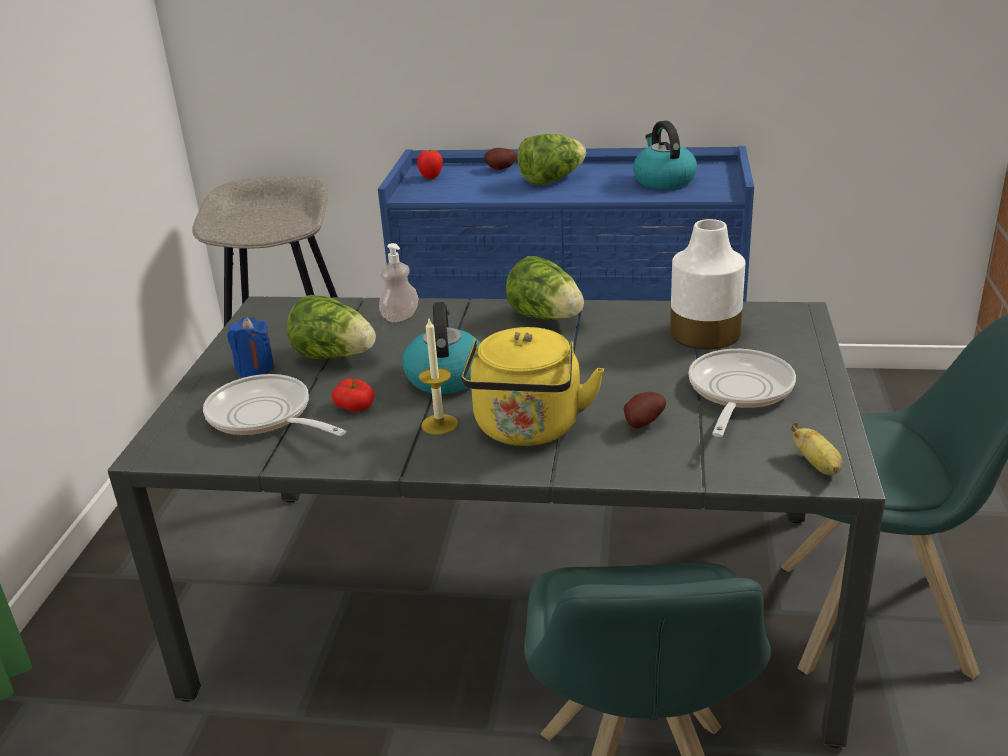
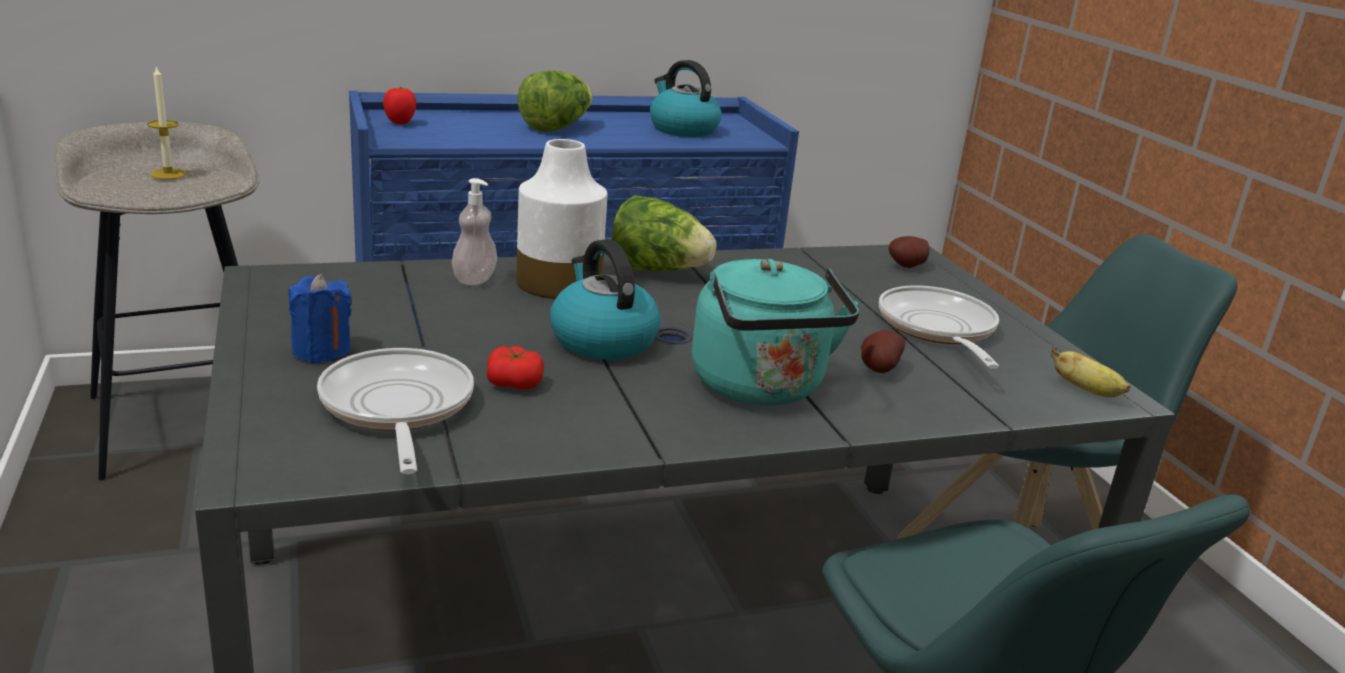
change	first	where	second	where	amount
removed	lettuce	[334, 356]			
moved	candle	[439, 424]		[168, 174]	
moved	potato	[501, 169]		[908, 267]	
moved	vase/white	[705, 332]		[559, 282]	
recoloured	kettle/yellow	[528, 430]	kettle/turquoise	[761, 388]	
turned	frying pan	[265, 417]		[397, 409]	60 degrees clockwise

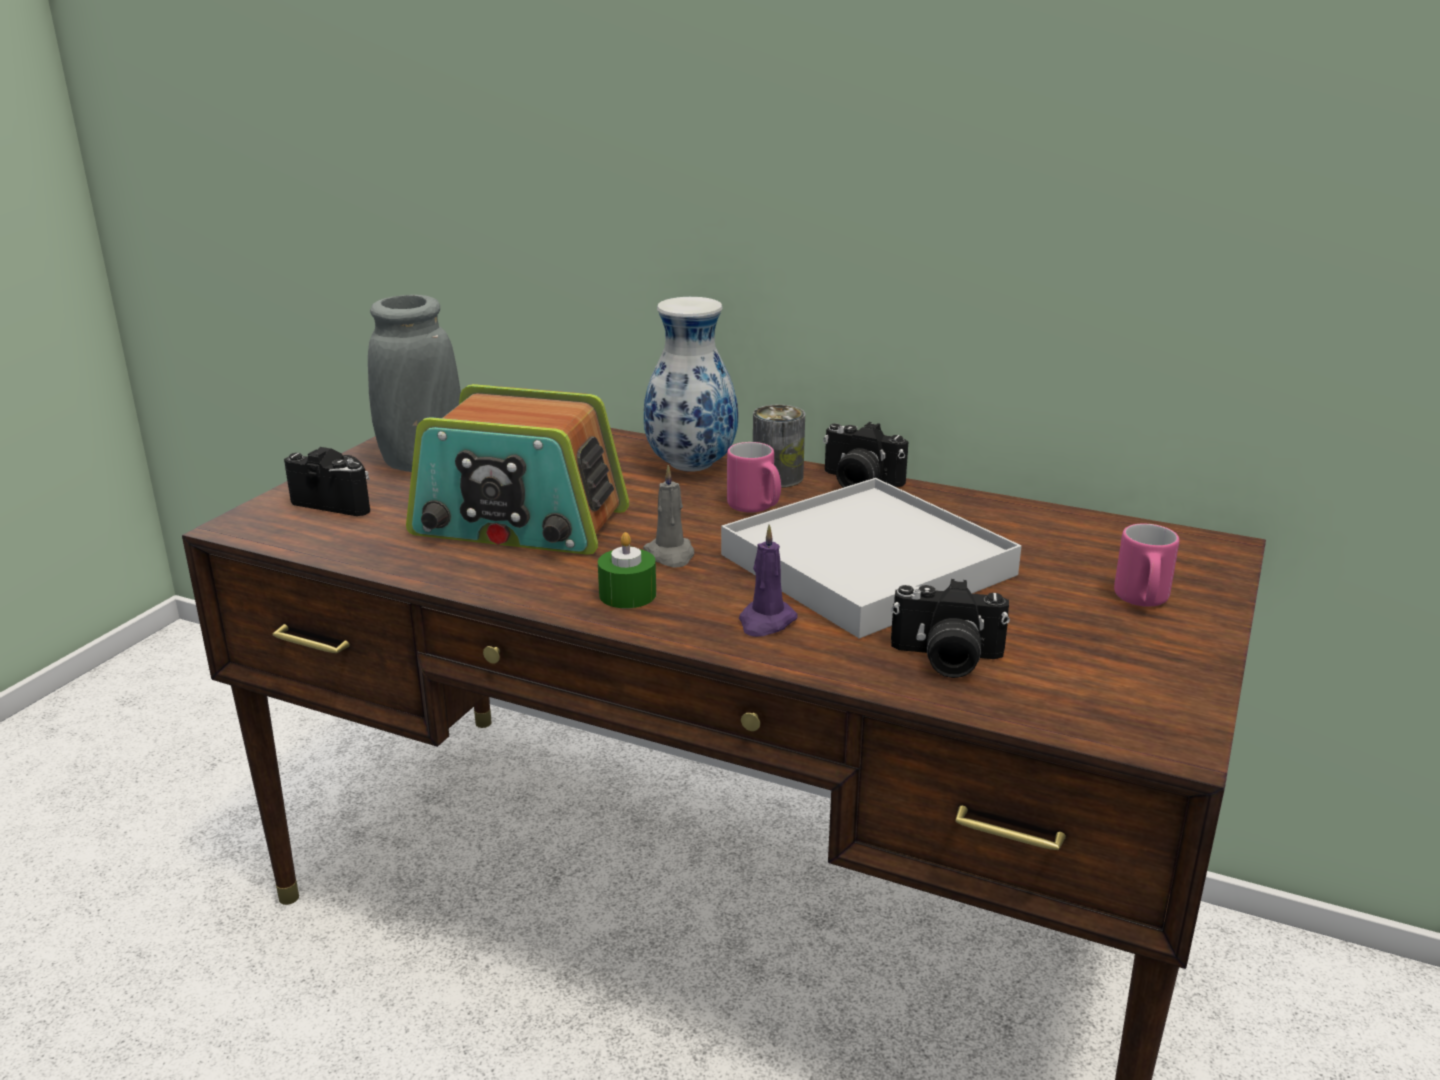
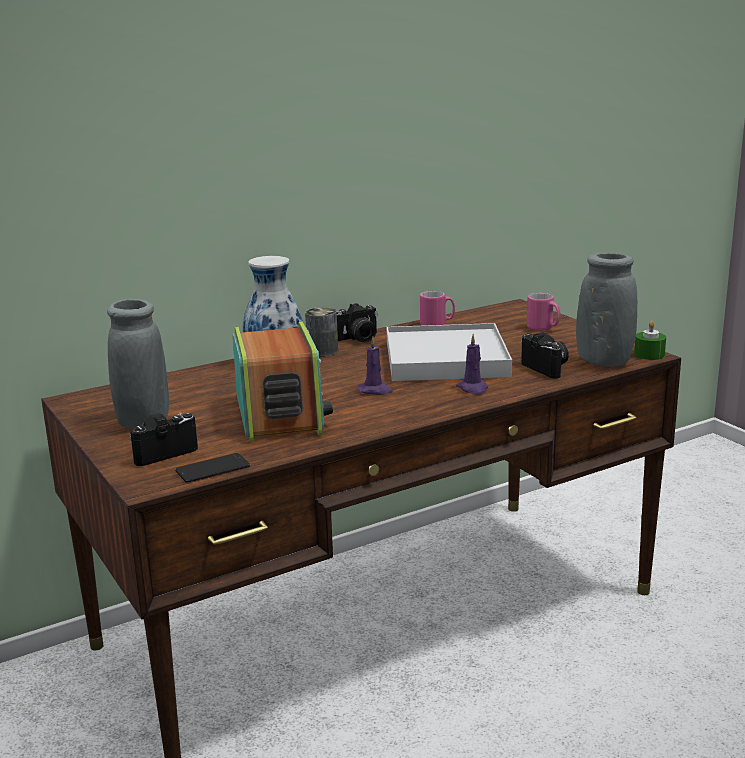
change	first	where	second	where	amount
added			phone	[213, 469]	
added			vase/grey	[604, 362]	
moved	candle/green	[627, 594]		[649, 354]	
moved	mug/pink	[756, 508]		[437, 325]	
recoloured	candle/grey	[670, 555]	candle/purple	[375, 390]	
turned	radio	[519, 523]		[280, 414]	60 degrees counterclockwise
turned	photo camera	[946, 659]		[548, 368]	75 degrees counterclockwise

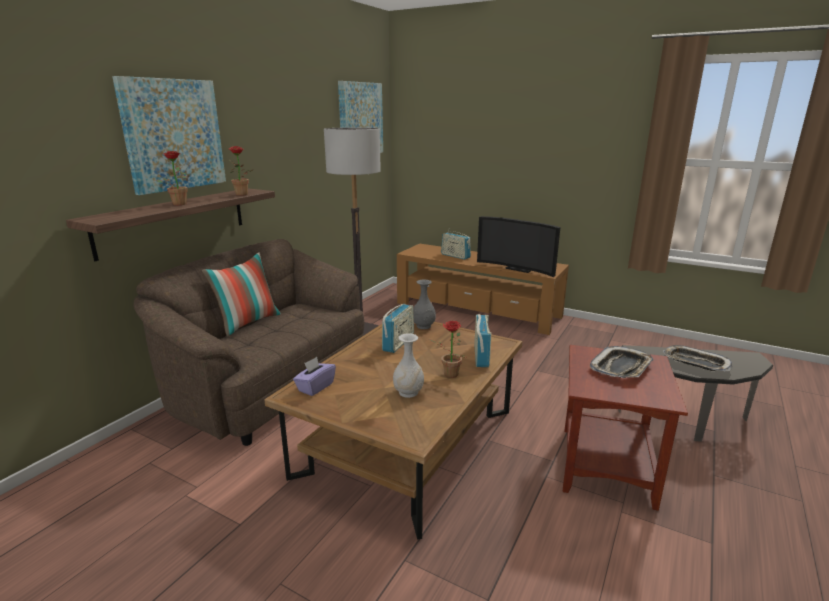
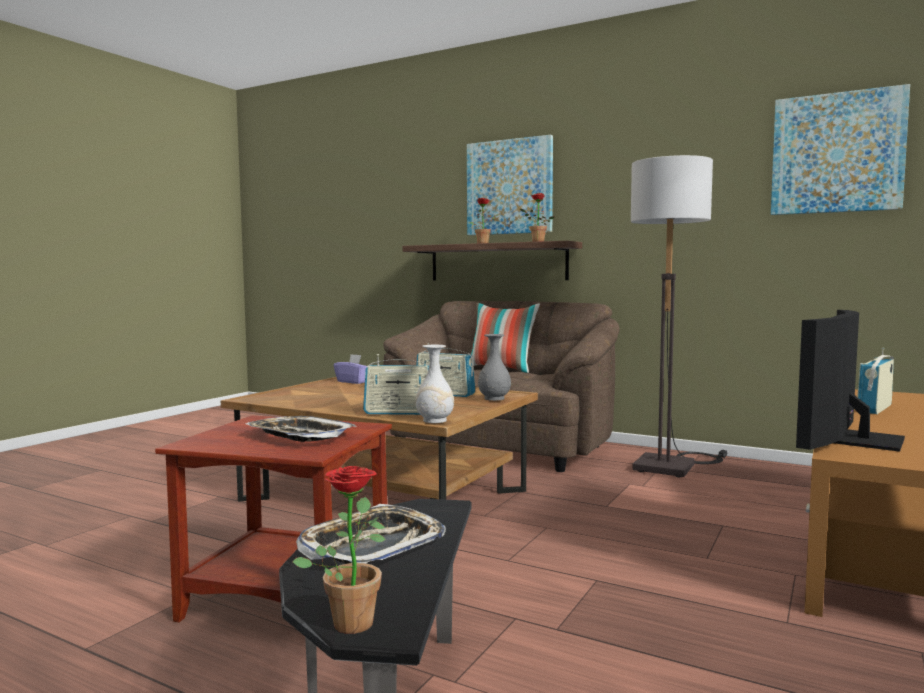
change	first	where	second	where	amount
moved	vase/white	[409, 392]		[434, 420]	
moved	potted plant	[448, 374]		[352, 619]	

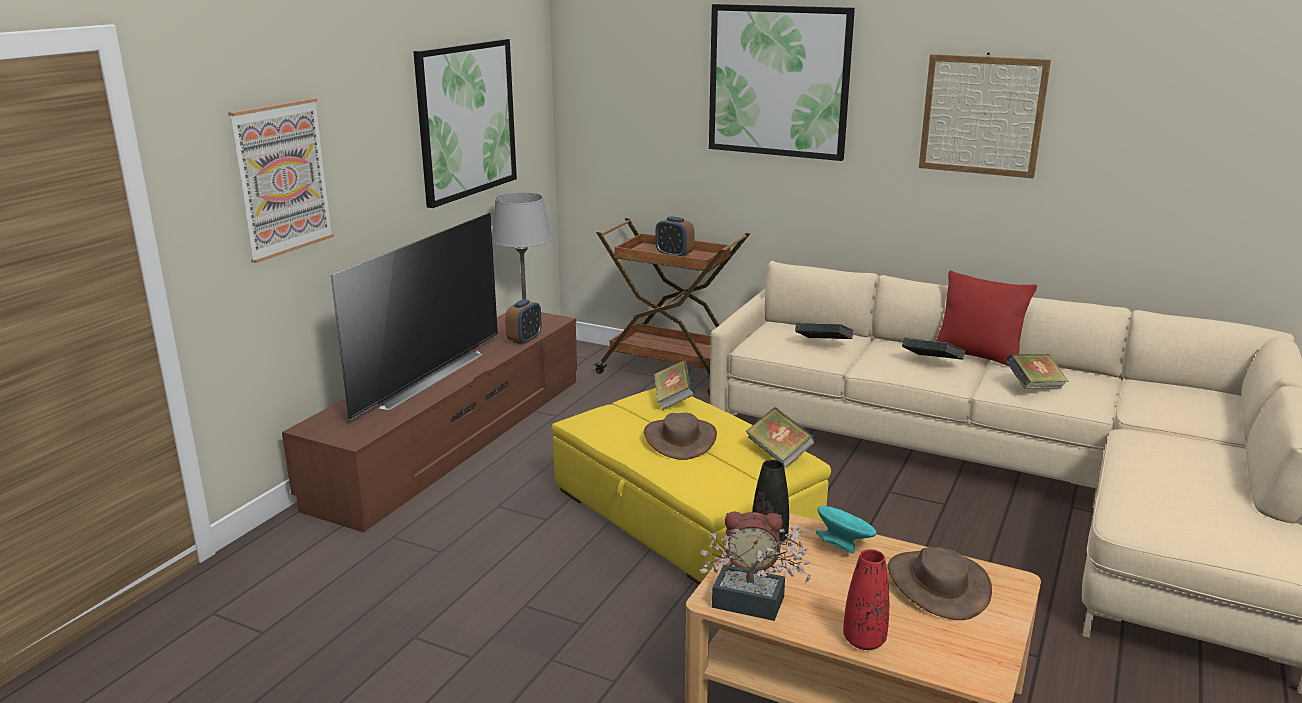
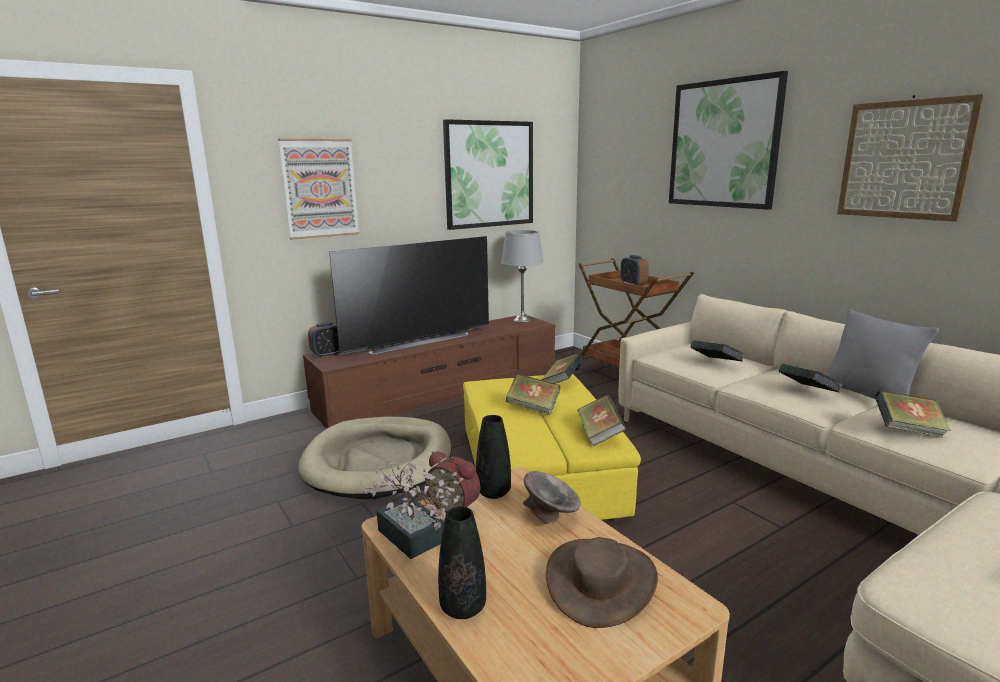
change	first	where	second	where	amount
added			dog bed/beige	[378, 461]	
moved	alarm clock	[524, 340]		[327, 354]	
replaced	hat/brown	[680, 439]	book	[533, 408]	
recoloured	bowl/turquoise	[843, 546]	bowl/grey	[550, 517]	
recoloured	vase/red	[864, 641]	vase/black	[463, 608]	
recoloured	pillow/red	[977, 356]	pillow/grey	[867, 395]	

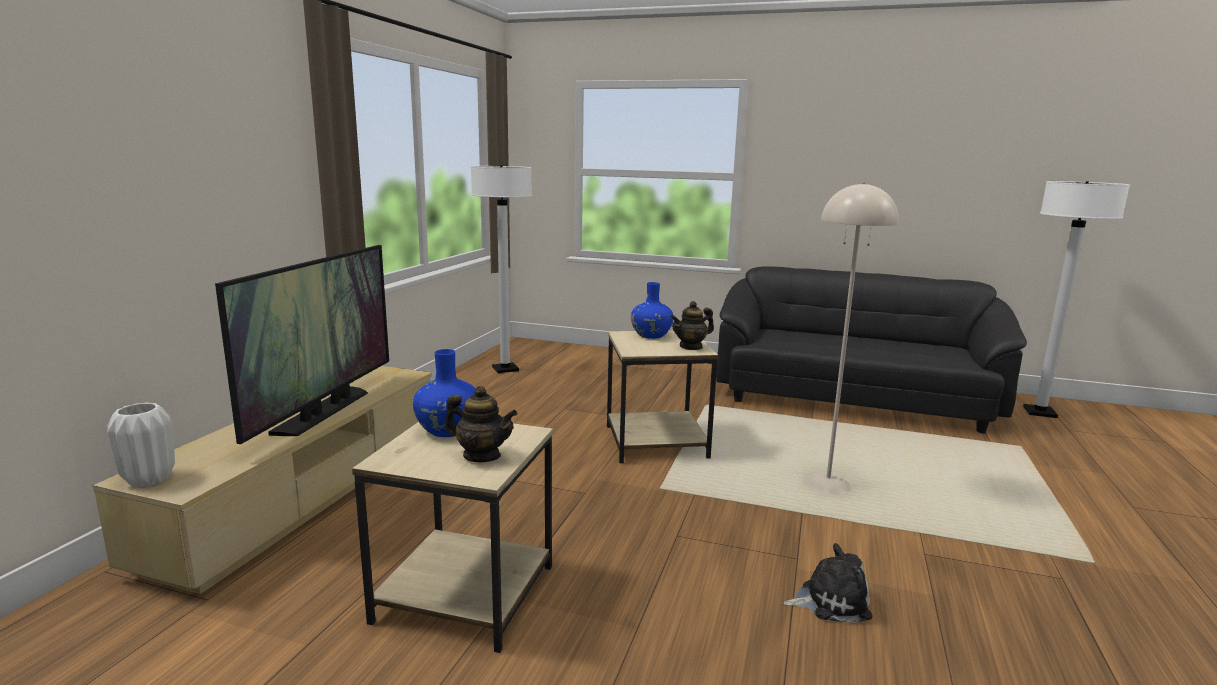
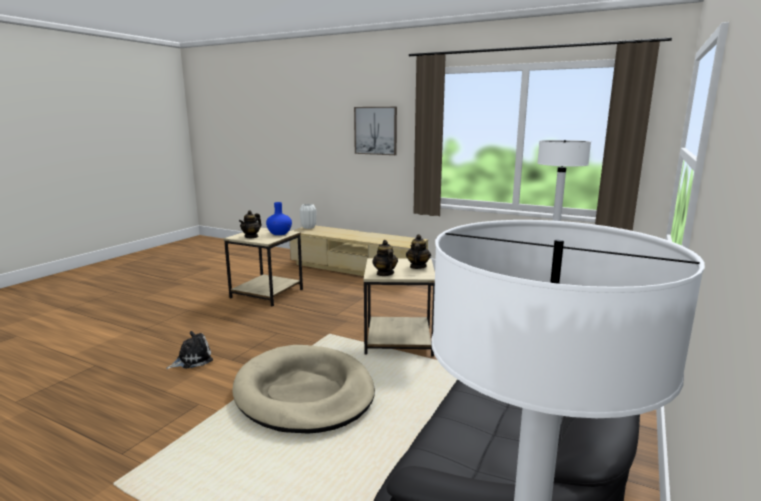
change	first	where	second	where	amount
removed	television	[324, 411]			
added			picture	[375, 130]	
replaced	vase/blue	[651, 335]	teapot	[417, 267]	
replaced	floor lamp/beige	[827, 485]	dog bed/beige	[304, 393]	
turned	plush toy	[830, 601]		[192, 360]	135 degrees counterclockwise

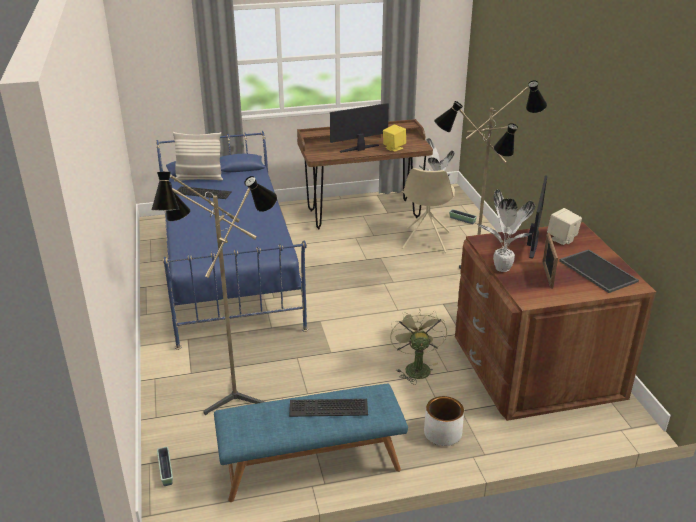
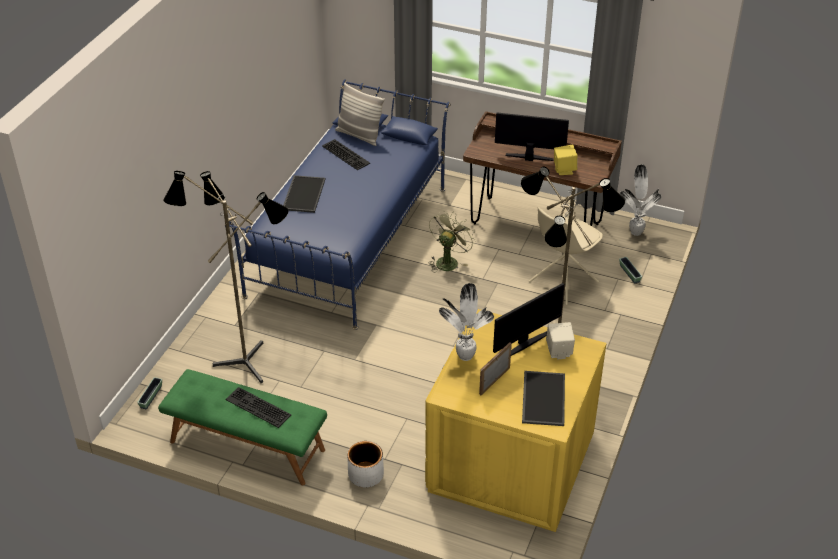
change	first	where	second	where	amount
added			tray	[303, 194]	
moved	fan/green	[415, 367]		[448, 261]	
recoloured	bench/blue	[311, 465]	bench/green	[246, 446]	
recoloured	dresser/brown	[536, 367]	dresser/yellow	[510, 461]	

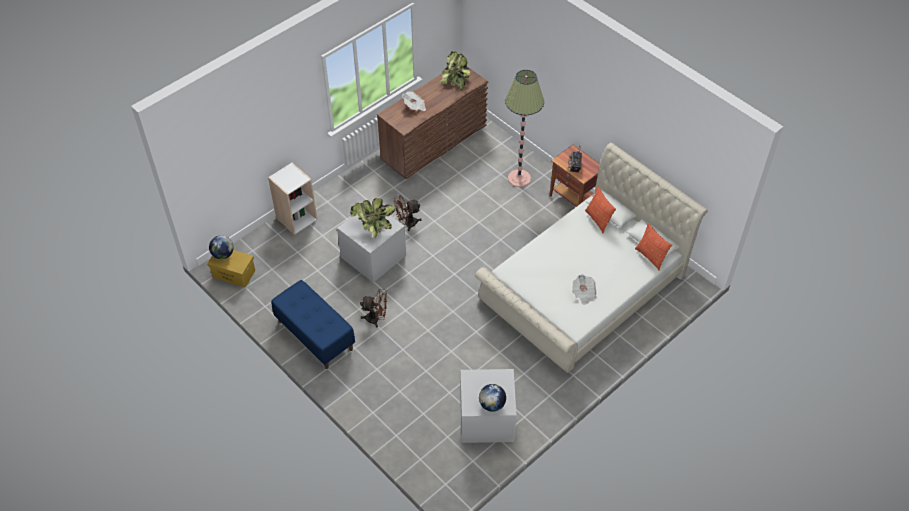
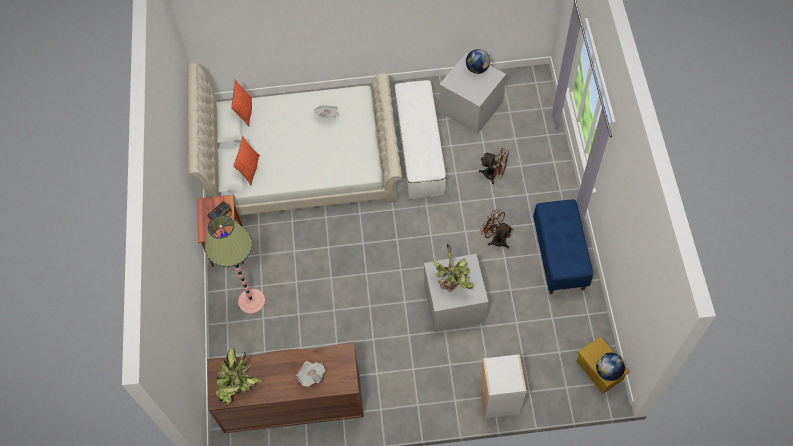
change	first	where	second	where	amount
added			bench/white	[419, 147]	
moved	fan/brown	[407, 223]		[494, 175]	

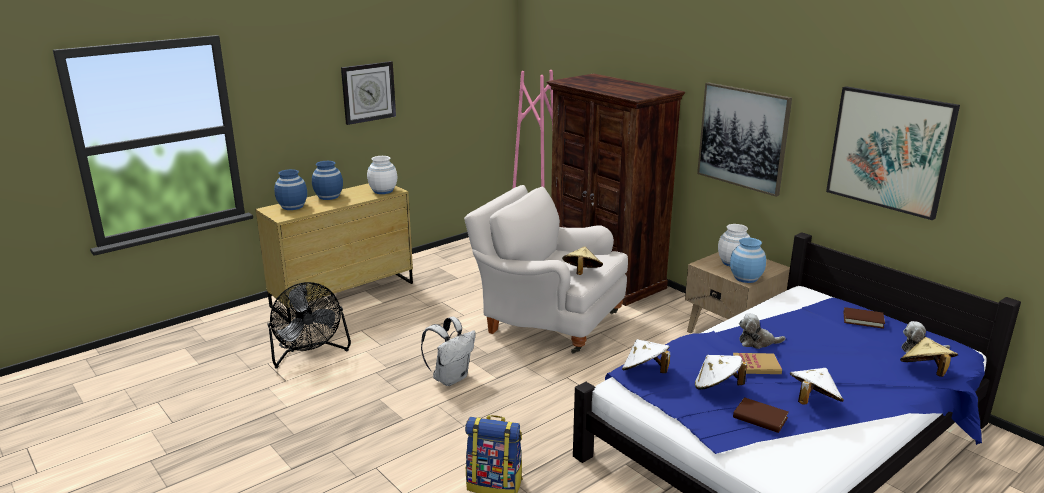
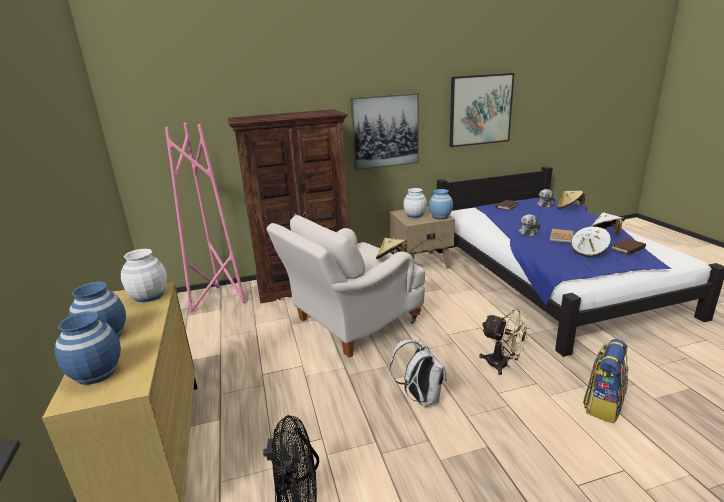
change	first	where	second	where	amount
removed	wall clock	[368, 92]			
removed	hat/white	[644, 372]			
added			fan/beige	[503, 365]	

